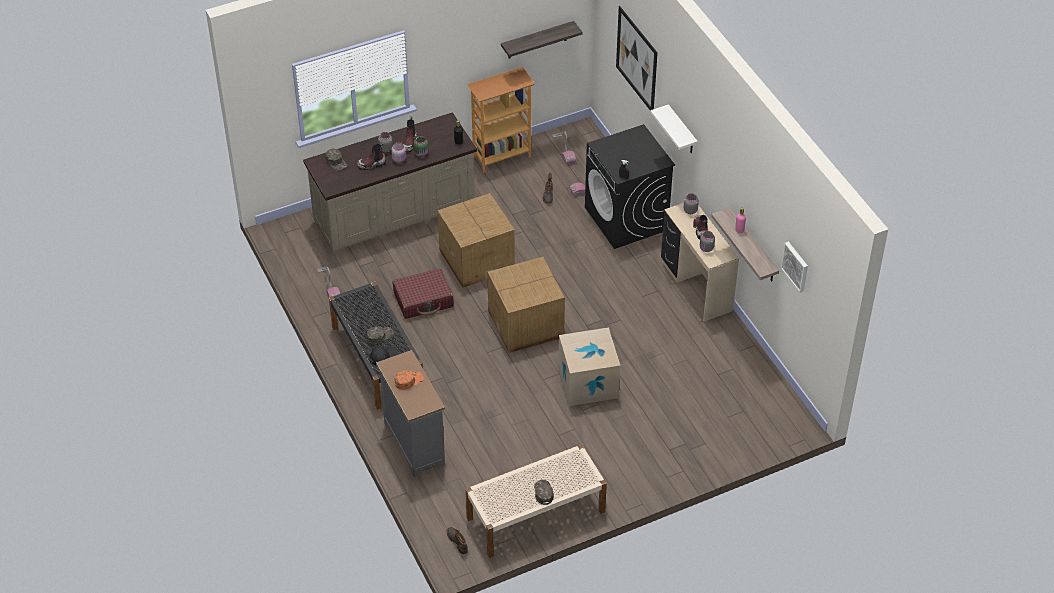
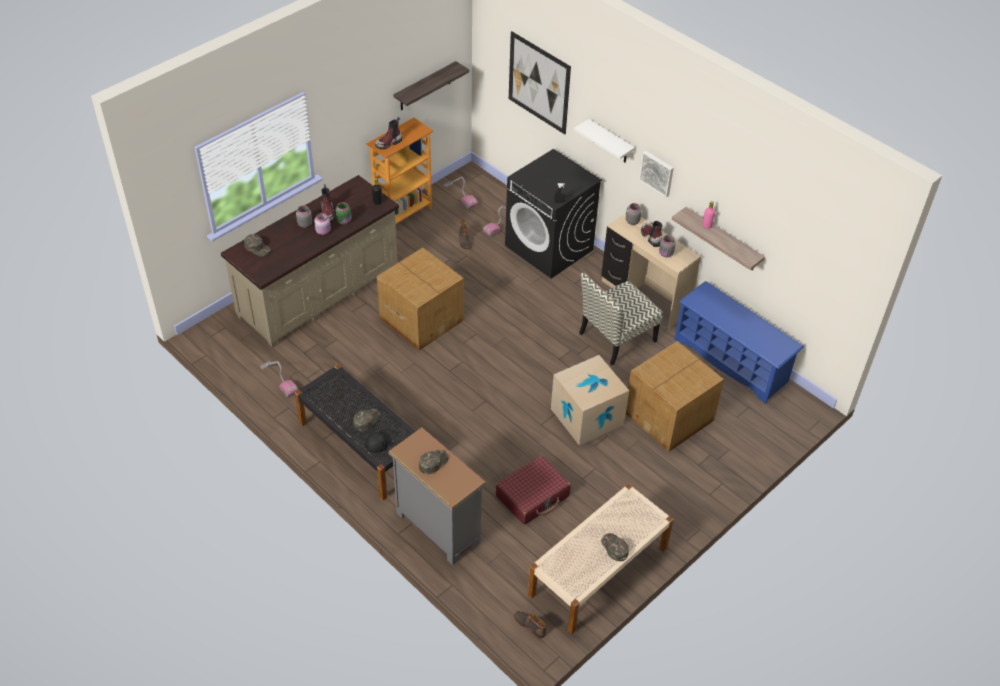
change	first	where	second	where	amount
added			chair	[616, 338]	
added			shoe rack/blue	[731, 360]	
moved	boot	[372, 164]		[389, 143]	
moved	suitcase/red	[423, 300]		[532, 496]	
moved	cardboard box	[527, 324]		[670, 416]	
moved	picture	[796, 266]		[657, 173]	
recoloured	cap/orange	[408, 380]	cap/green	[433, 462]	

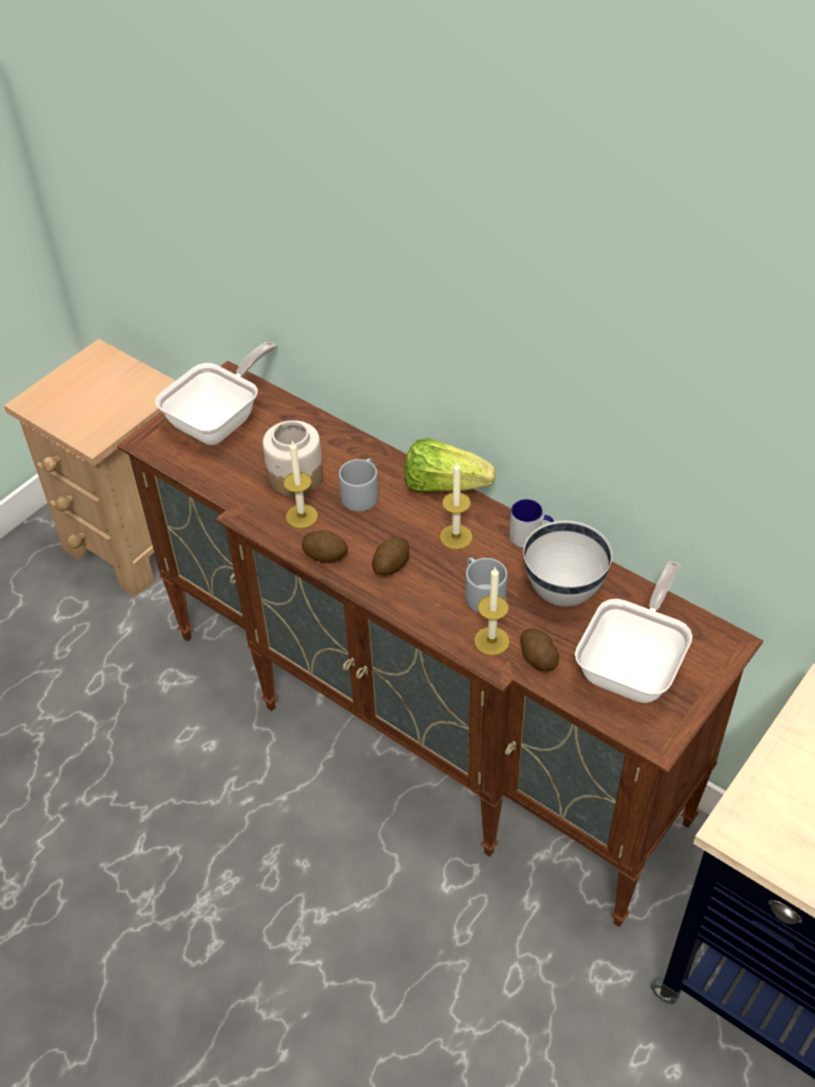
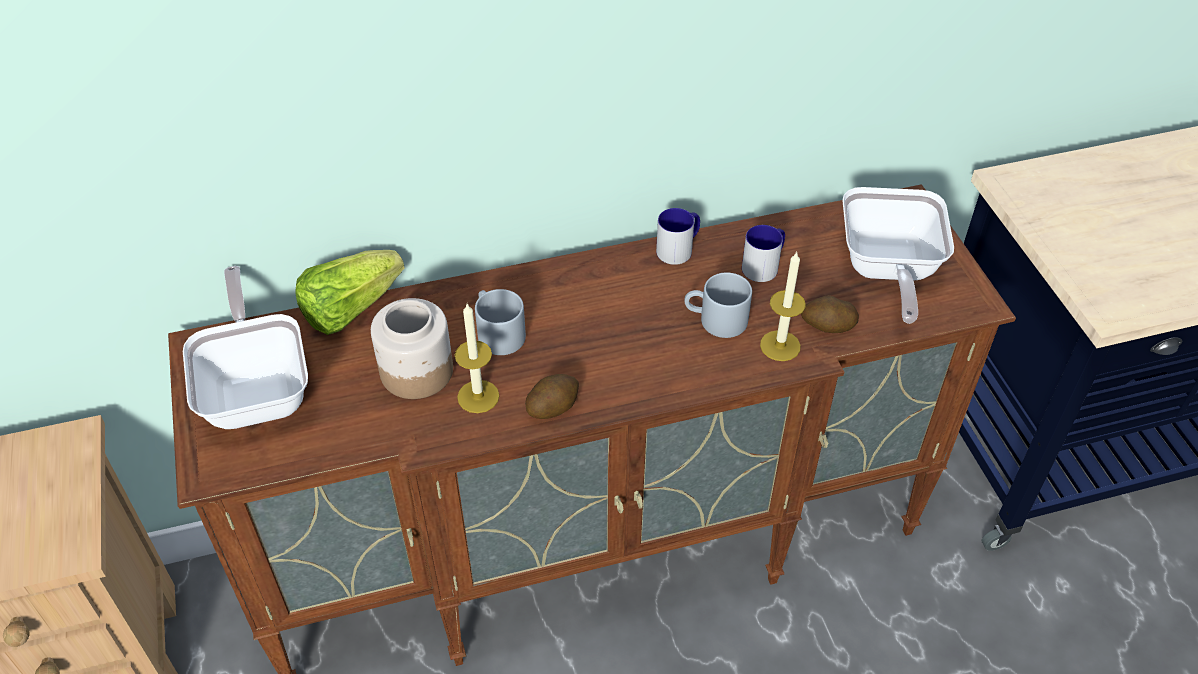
change	first	where	second	where	amount
removed	potato	[391, 564]			
removed	candle	[456, 537]			
moved	lettuce	[444, 485]		[350, 309]	
replaced	bowl/white	[564, 591]	mug	[764, 265]	
turned	frying pan	[634, 665]		[887, 271]	150 degrees counterclockwise

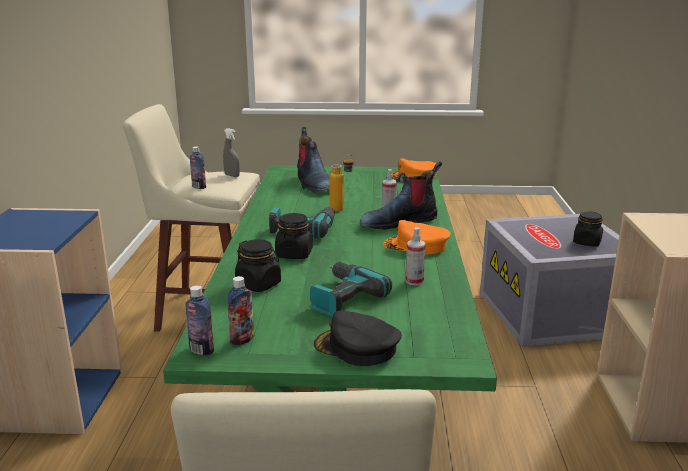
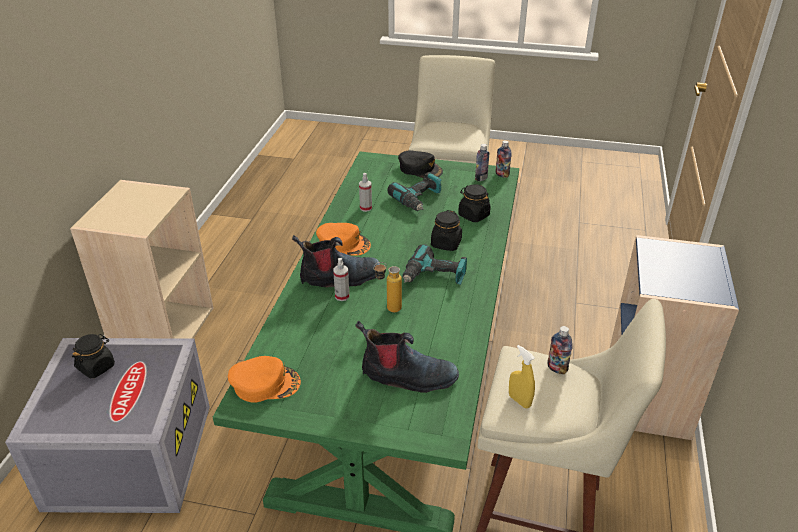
change	first	where	second	where	amount
recoloured	spray bottle/grey	[232, 175]	spray bottle/yellow	[519, 401]	
turned	boot	[313, 184]		[407, 377]	105 degrees clockwise

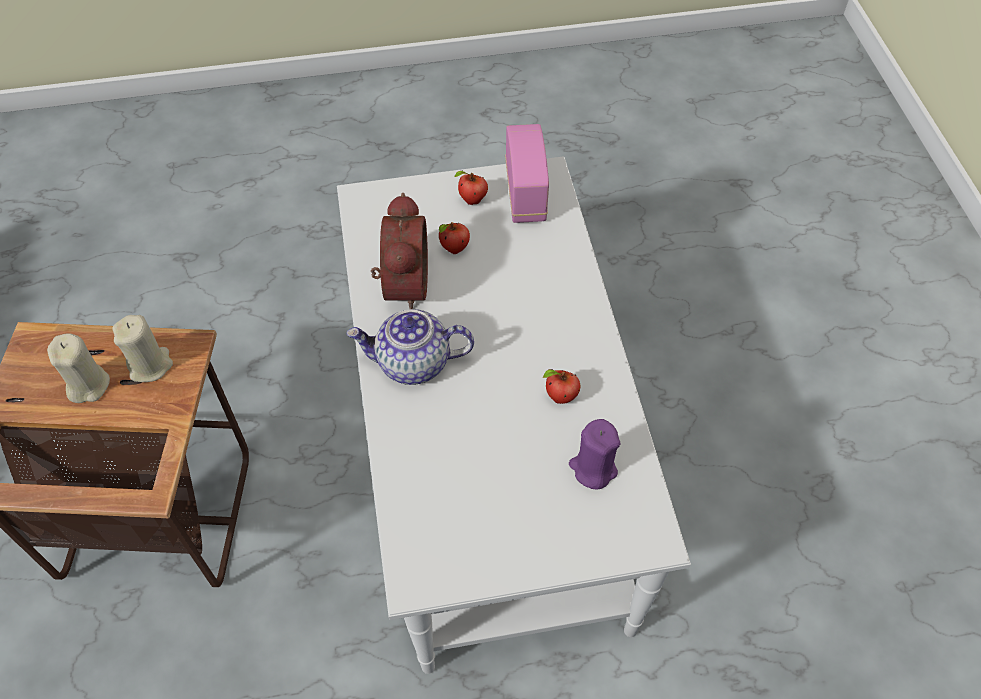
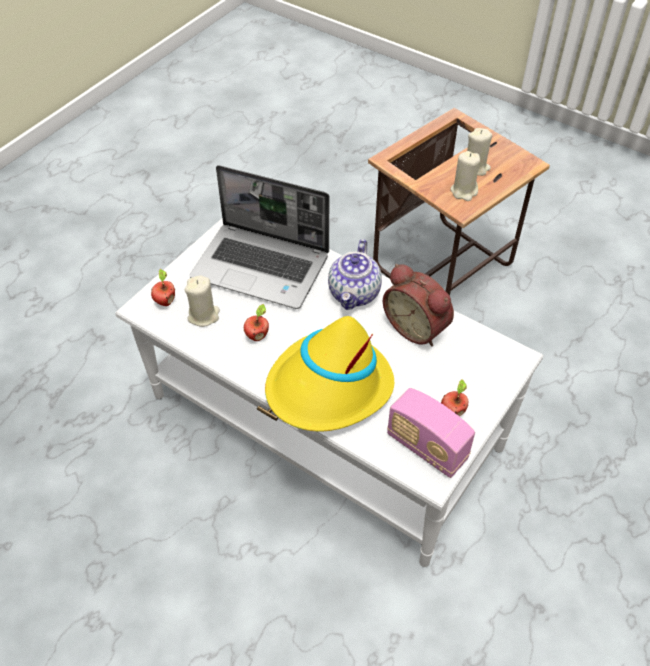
change	first	where	second	where	amount
added			laptop	[262, 267]	
added			hat/yellow	[329, 388]	
moved	apple	[454, 250]		[165, 301]	
recoloured	candle/purple	[593, 468]	candle/beige	[204, 315]	
turned	teapot	[413, 363]		[355, 294]	150 degrees clockwise

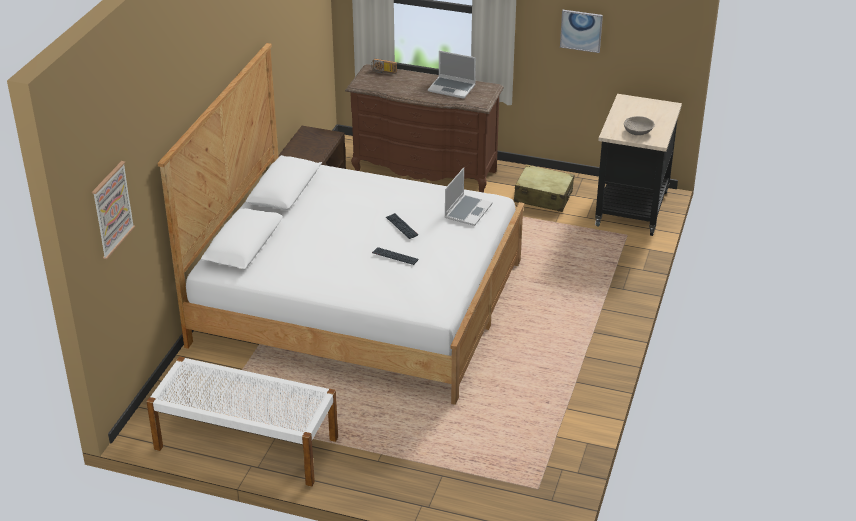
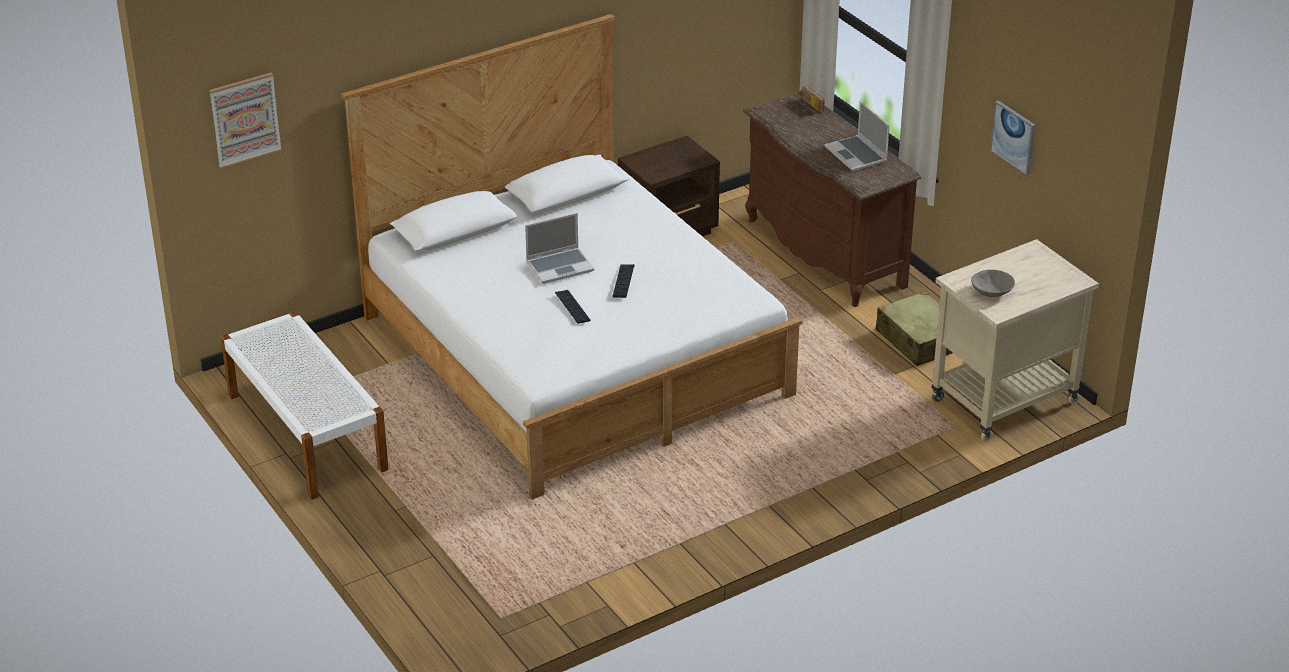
change	first	where	second	where	amount
moved	laptop	[468, 211]		[560, 266]	
recoloured	cart/black	[632, 210]	cart/beige	[1004, 403]	

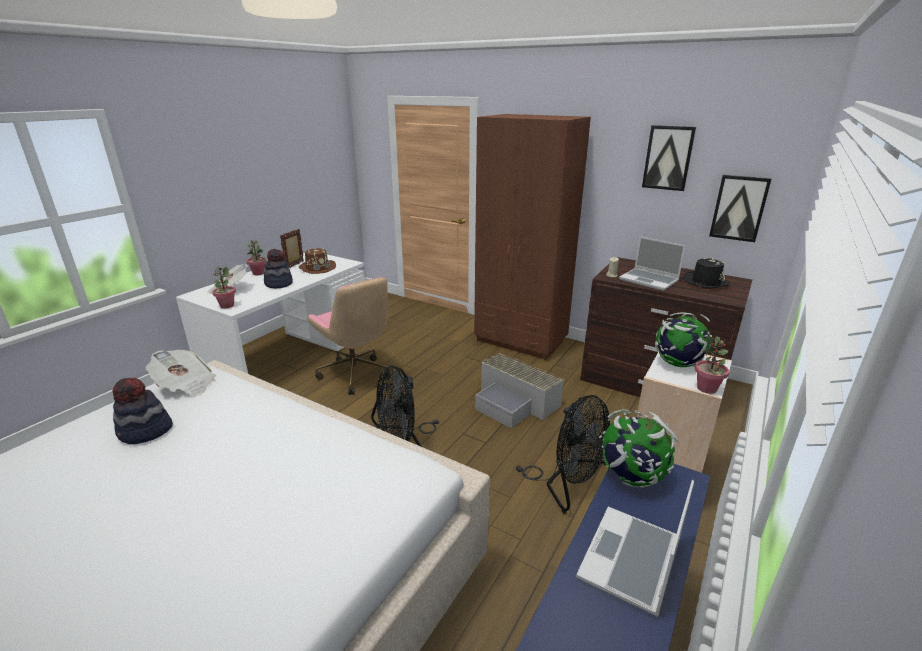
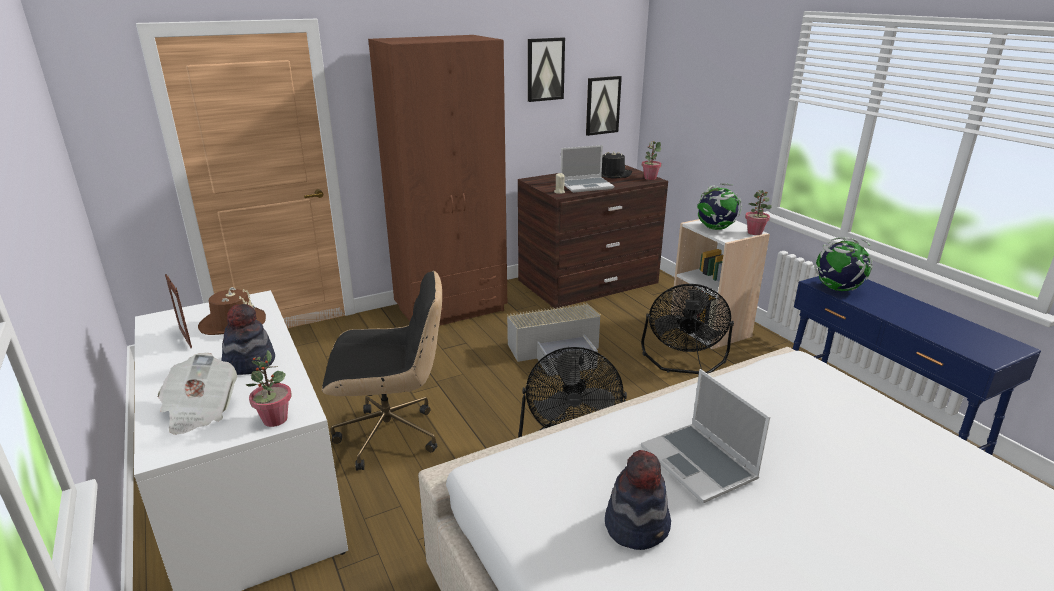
change	first	where	second	where	amount
removed	newspaper	[185, 385]			
moved	potted plant	[258, 273]		[650, 178]	
moved	laptop	[631, 561]		[700, 464]	
recoloured	office chair/pink	[355, 376]	office chair/black	[392, 436]	
turned	fan/black	[568, 480]		[687, 367]	60 degrees counterclockwise

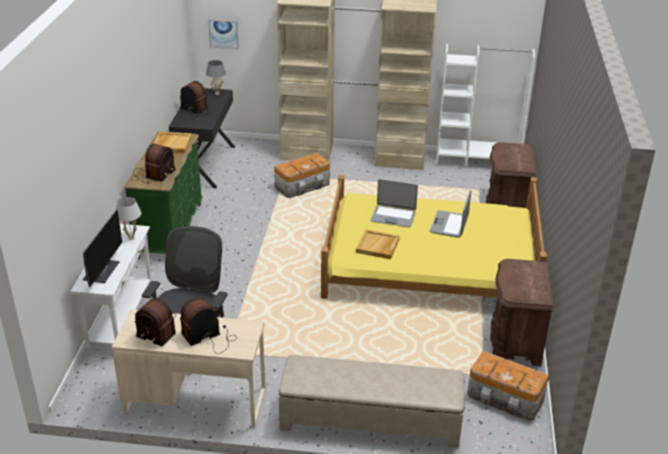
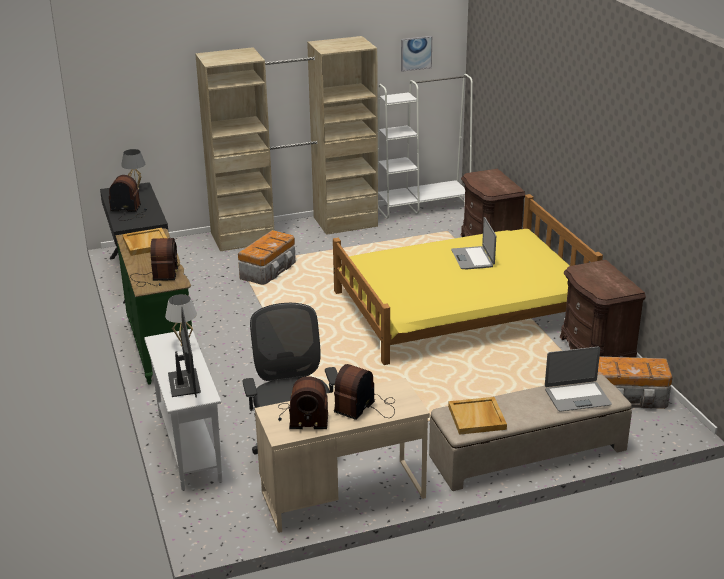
change	first	where	second	where	amount
moved	picture	[223, 34]		[416, 53]	
moved	tray/beige	[378, 246]		[477, 418]	
moved	laptop	[393, 216]		[577, 397]	

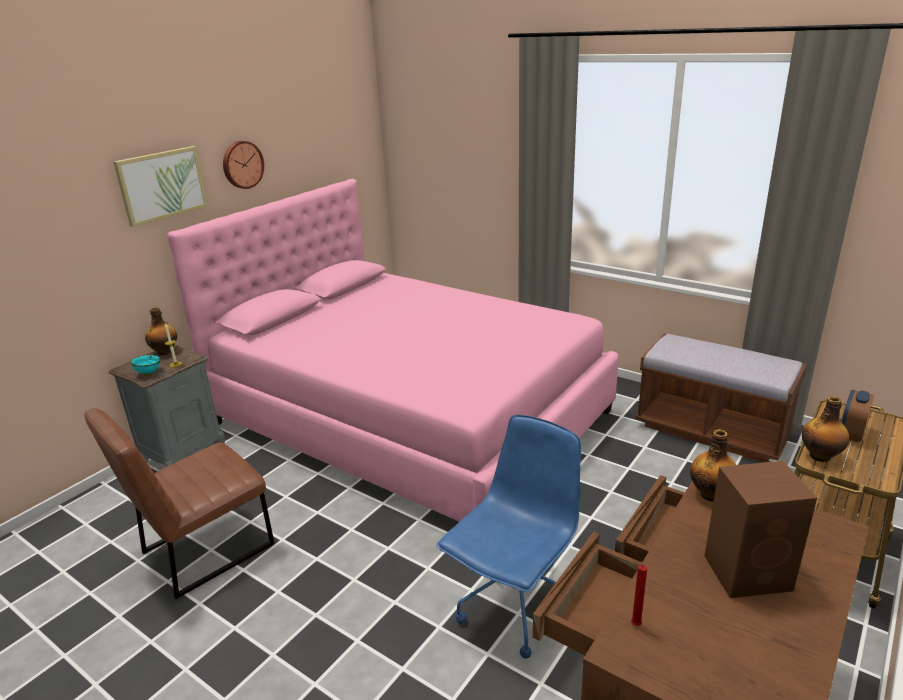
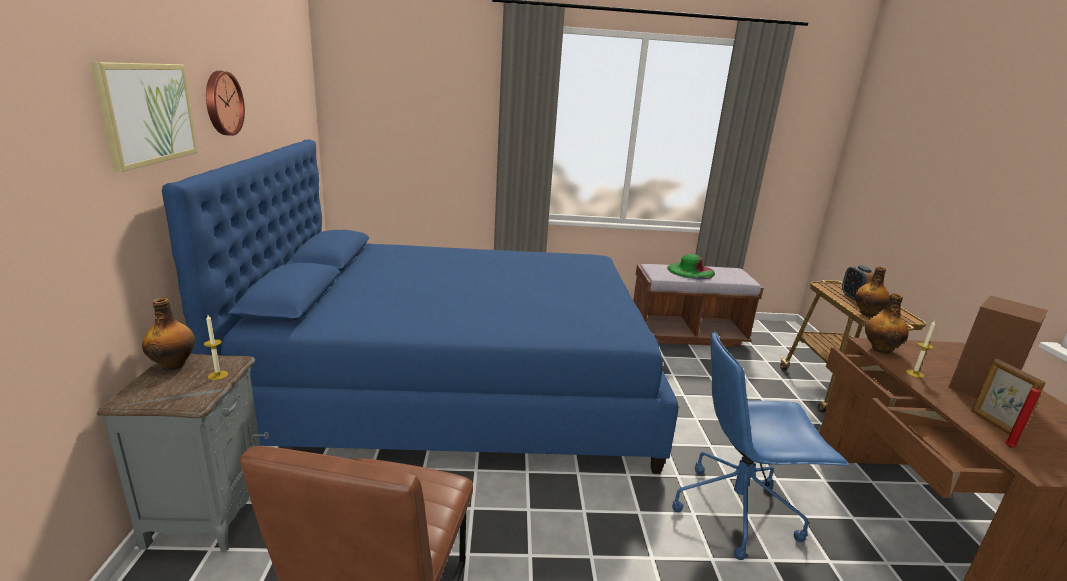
change	first	where	second	where	amount
removed	bowl/turquoise	[148, 373]			
added			hat/green	[690, 271]	
added			candle	[914, 373]	
added			picture frame	[993, 423]	
recoloured	bed/pink	[410, 417]	bed/blue	[456, 385]	
turned	office chair/blue	[515, 608]		[740, 512]	90 degrees counterclockwise

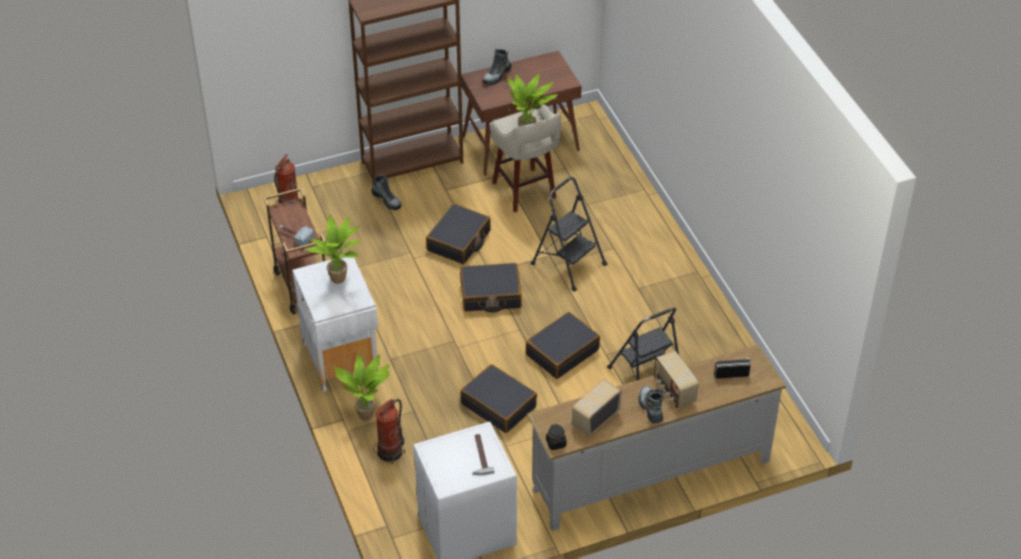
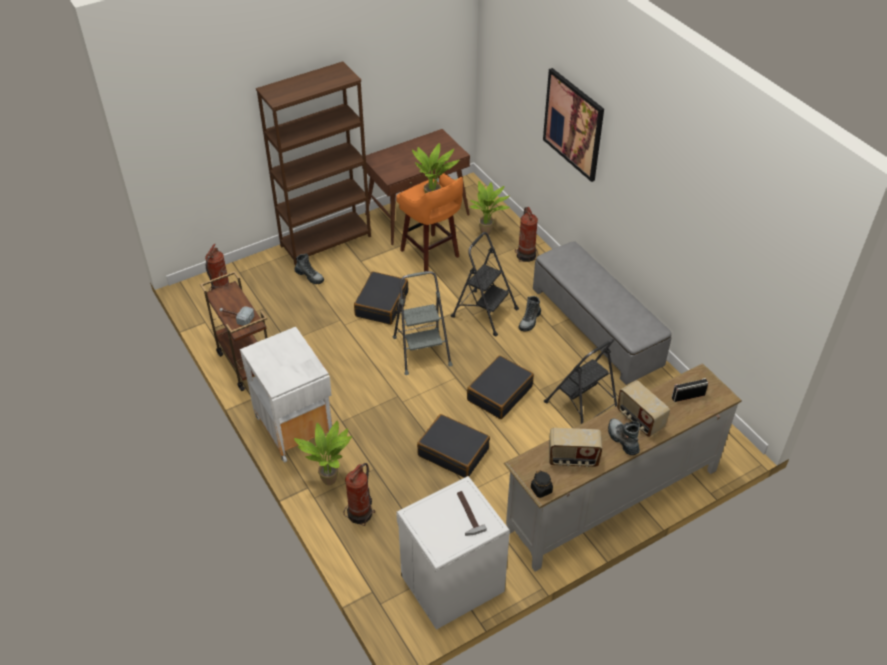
change	first	where	second	where	amount
added			fire extinguisher	[526, 255]	
added			bench/grey	[597, 326]	
added			picture	[573, 124]	
moved	potted plant	[340, 280]		[487, 232]	
moved	boot	[497, 76]		[529, 321]	
replaced	suitcase/black	[490, 295]	step ladder/grey	[421, 349]	
recoloured	stool/beige	[525, 192]	stool/orange	[431, 255]	
turned	radio	[595, 419]		[573, 459]	120 degrees counterclockwise

